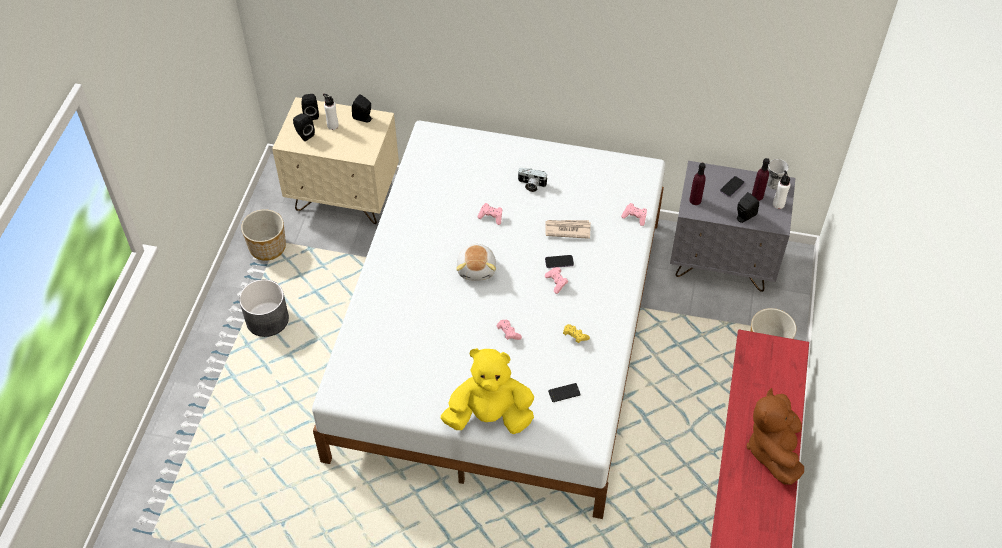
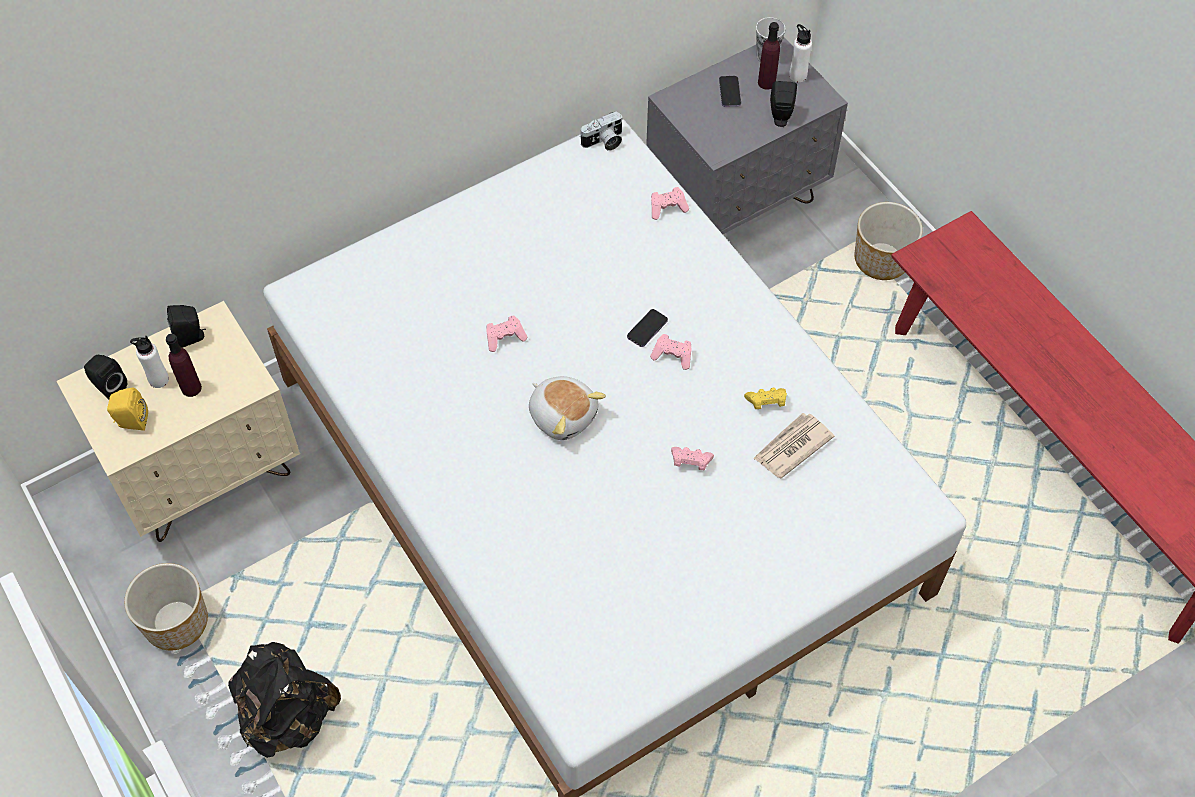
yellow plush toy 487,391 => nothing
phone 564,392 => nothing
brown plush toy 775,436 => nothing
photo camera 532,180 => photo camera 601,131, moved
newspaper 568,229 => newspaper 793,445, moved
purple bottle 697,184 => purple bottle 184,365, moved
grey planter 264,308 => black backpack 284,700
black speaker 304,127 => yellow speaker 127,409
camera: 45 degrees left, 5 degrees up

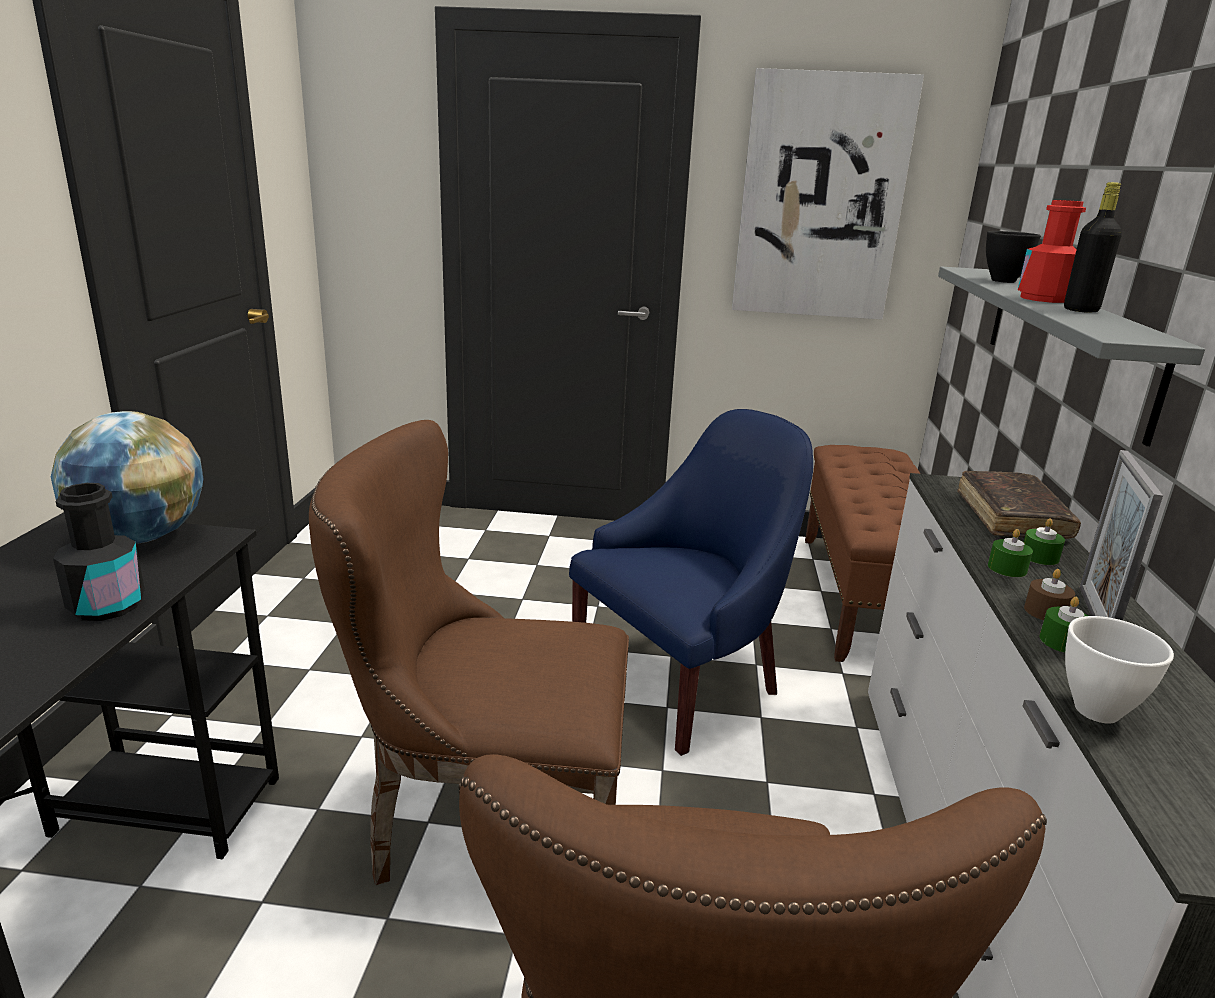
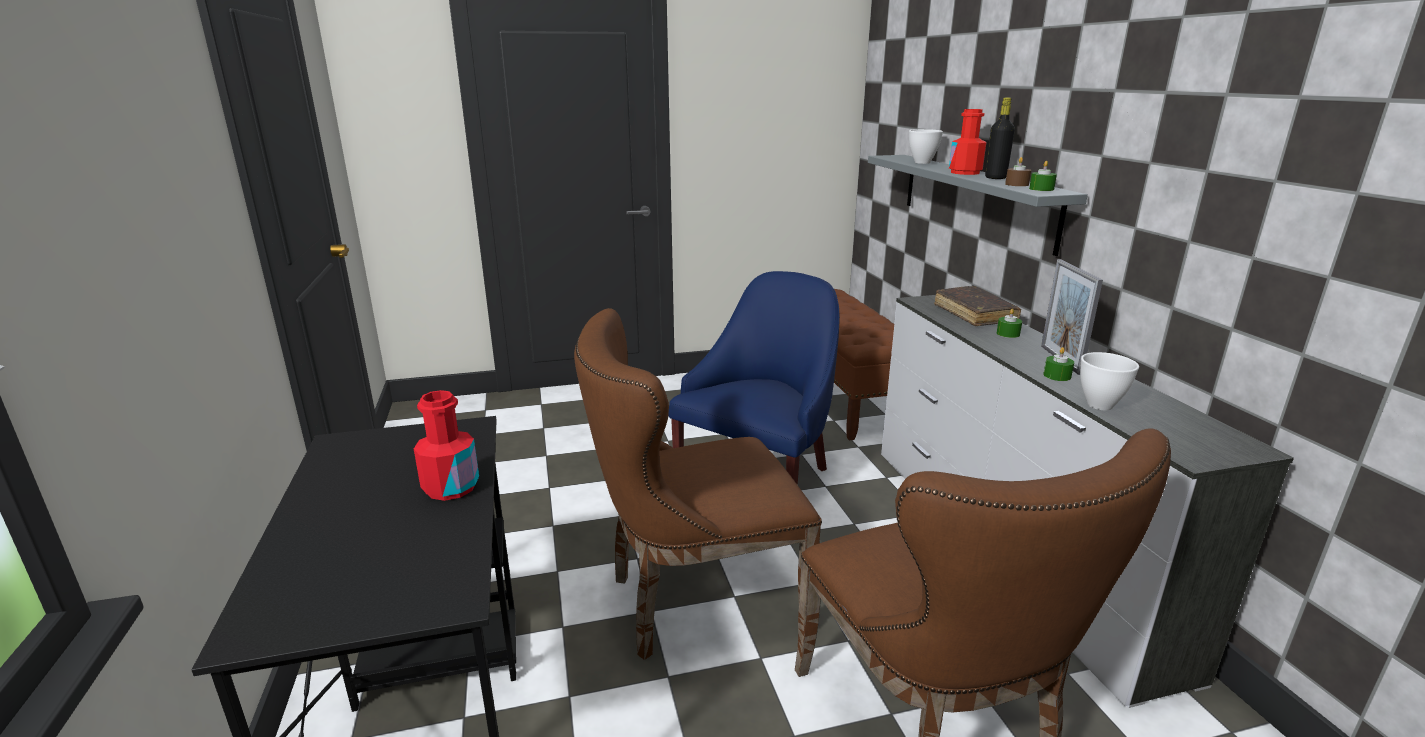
globe 127,477 => nothing
picture 828,194 => nothing
green candle 1010,553 => green candle 1043,176, moved
brown candle 1049,594 => brown candle 1018,171, moved
black bottle 99,552 => red bottle 446,445
black bowl 1013,257 => white bowl 926,146
camera: 20 degrees left, 0 degrees up

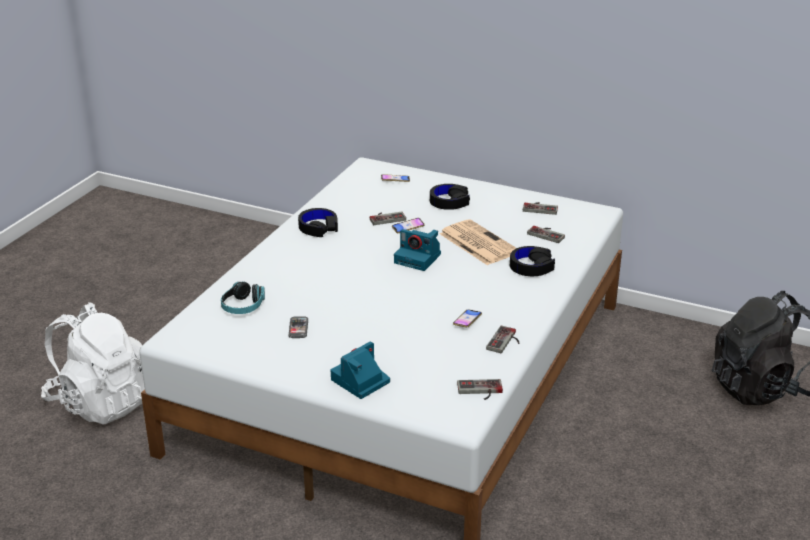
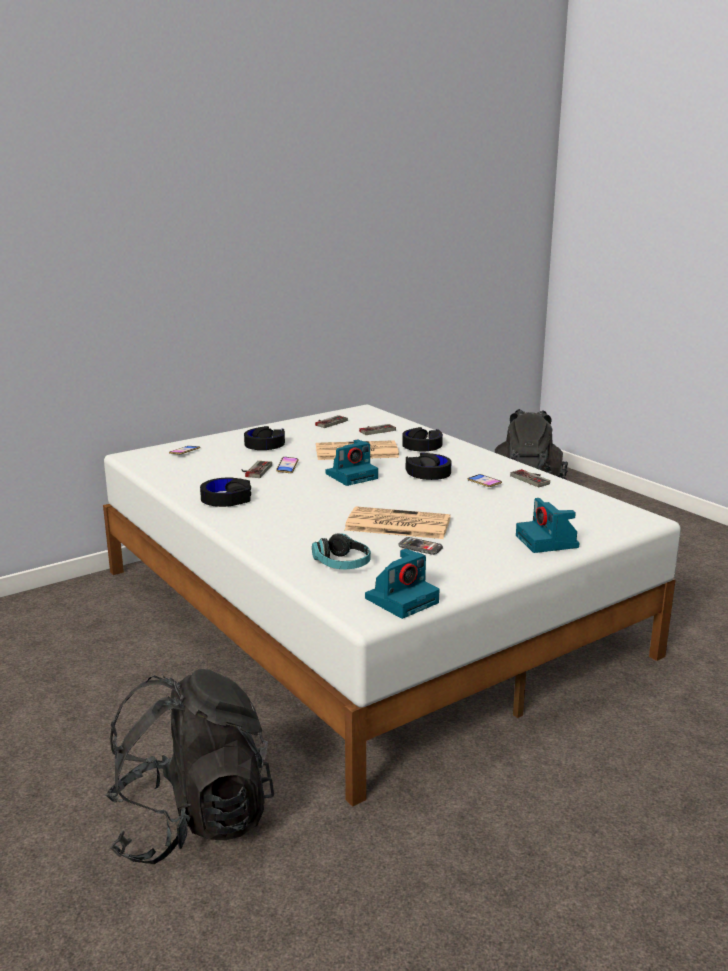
game controller 480,389 => nothing
nothing => newspaper 397,522
nothing => photo camera 402,583
nothing => black headphones 429,466
white backpack 93,363 => black backpack 189,766
camera: 60 degrees left, 10 degrees down

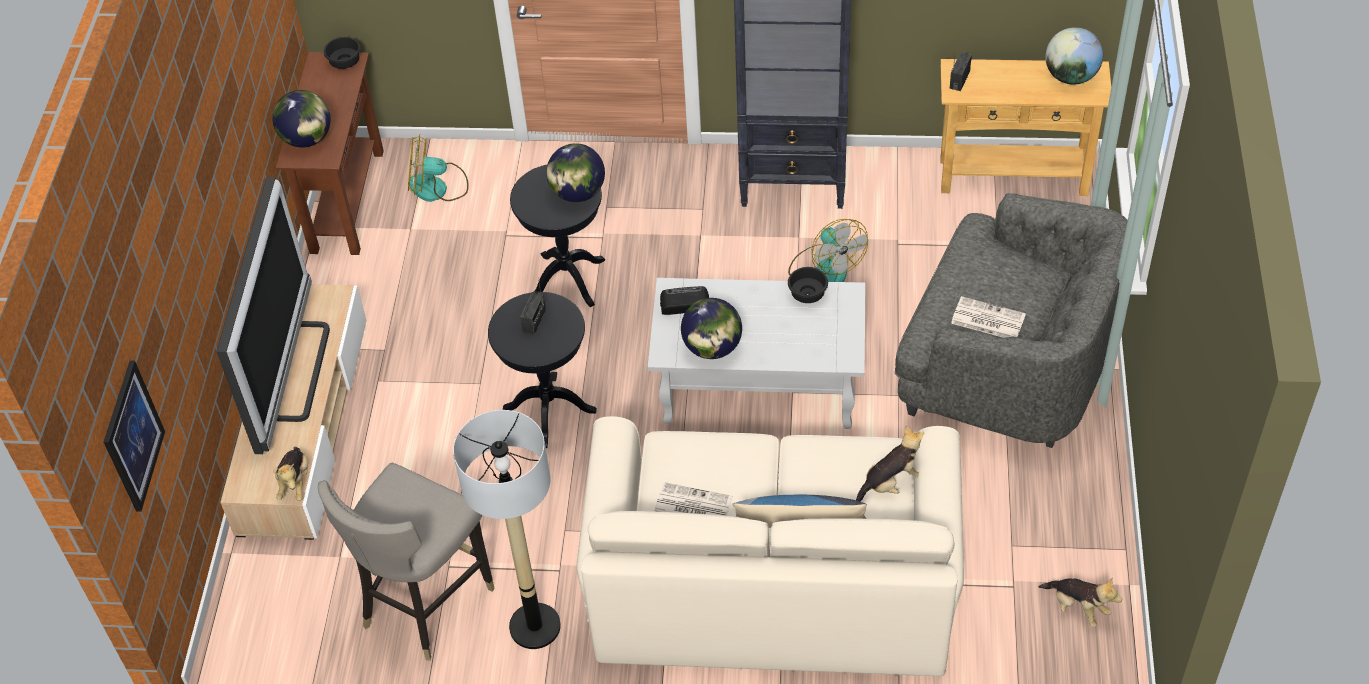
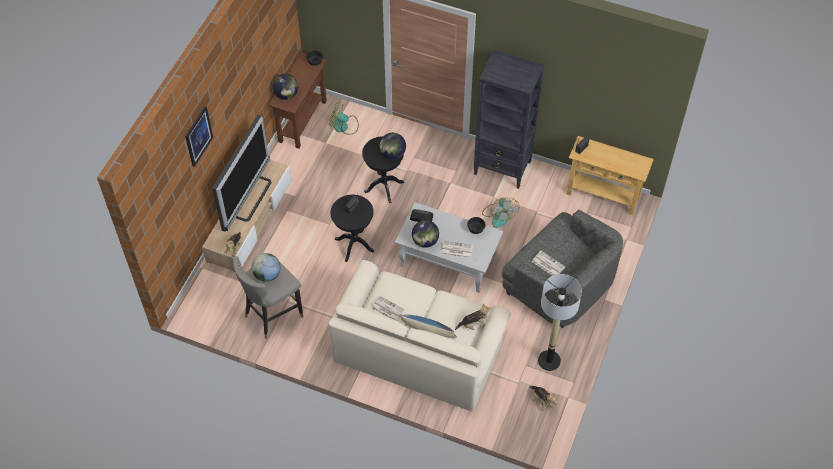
nothing => newspaper 457,250
picture 134,436 => picture 199,136, moved
floor lamp 507,529 => floor lamp 560,322, moved
globe 1074,56 => globe 266,267, moved
camera: 15 degrees right, 5 degrees up

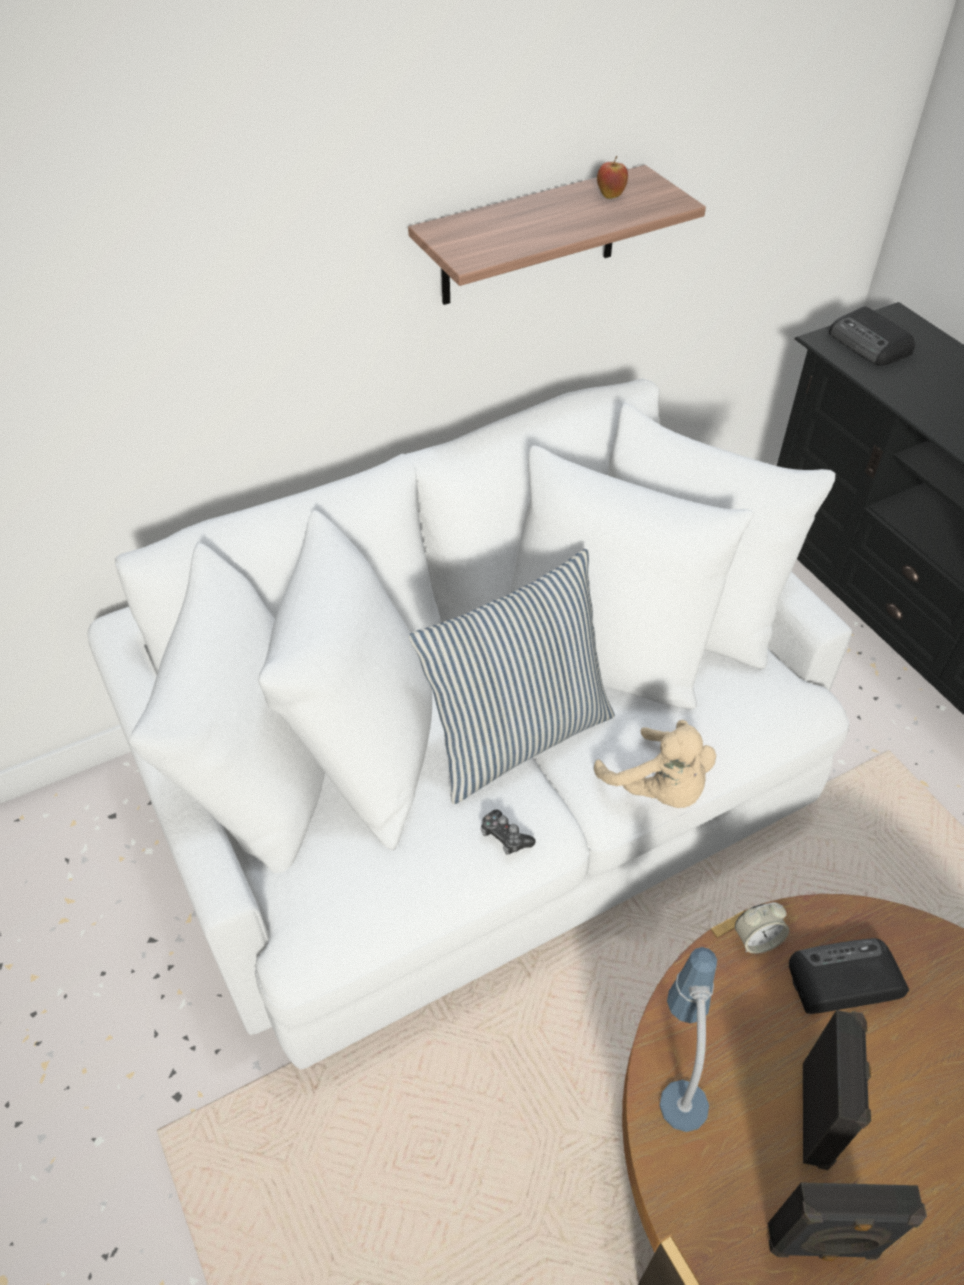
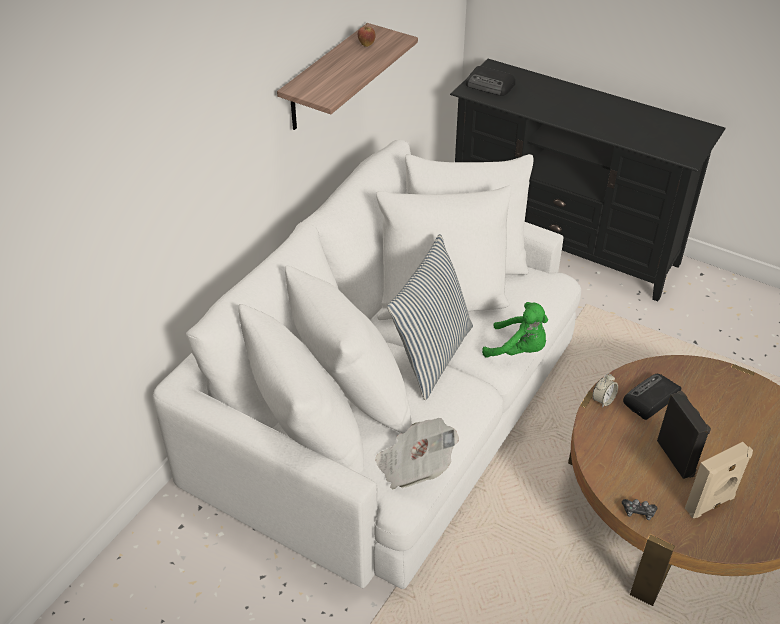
table lamp 688,1039 => nothing
nothing => newspaper 417,454
game controller 508,832 => game controller 639,509, moved
beige plush toy 655,764 => green plush toy 515,329
black speaker 847,1221 => beige speaker 719,480
camera: 30 degrees left, 5 degrees down

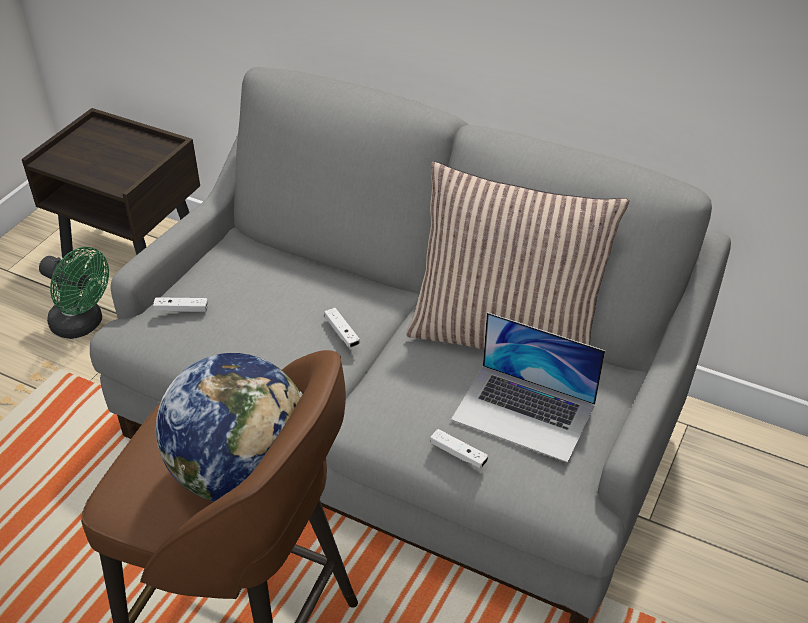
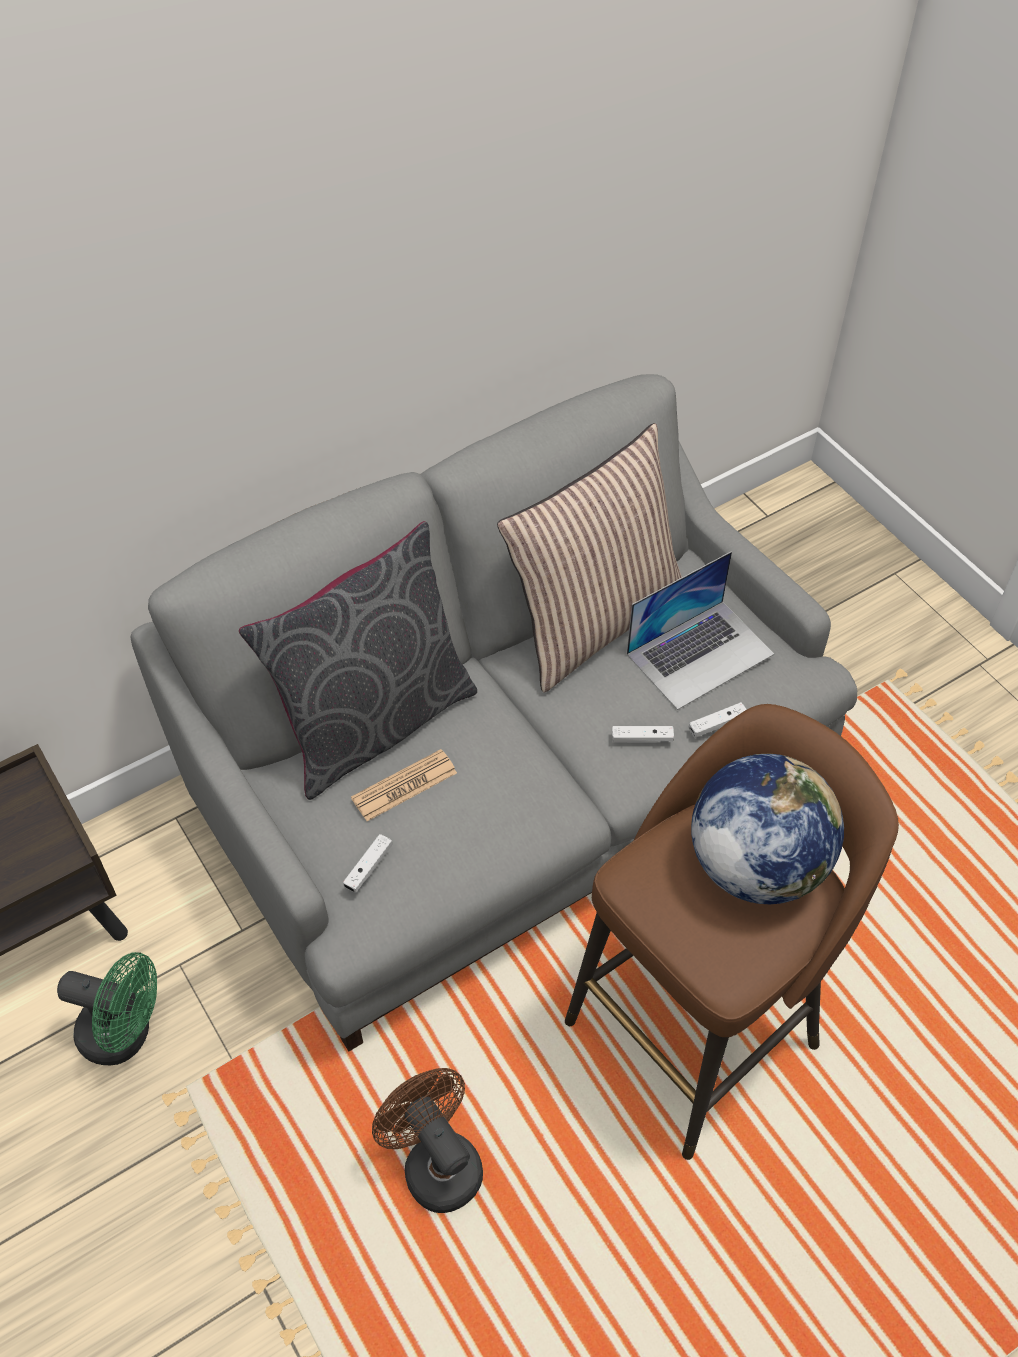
nothing => grey pillow 358,660
nothing => newspaper 404,785
nothing => brown fan 427,1140
white game controller 342,328 => white game controller 643,734, moved
green fan 74,293 => green fan 107,1008, 45 degrees clockwise
camera: 60 degrees left, 10 degrees up

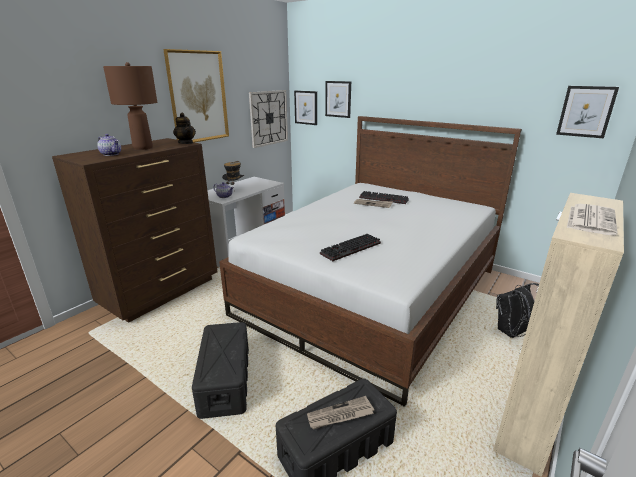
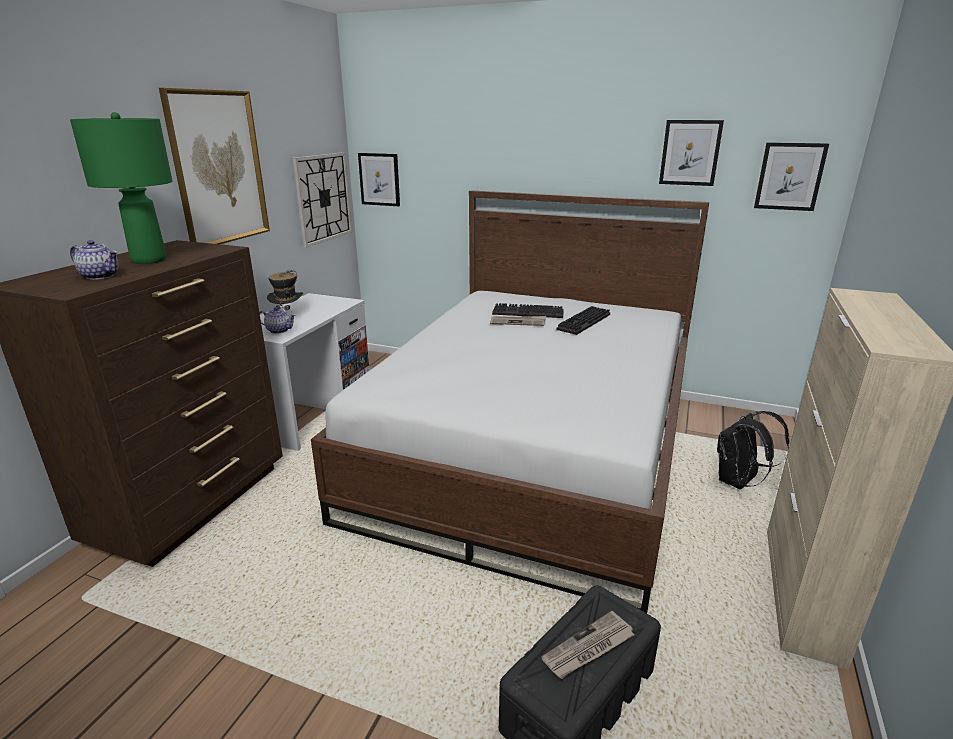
teapot 184,128 => nothing
black storage box 220,370 => nothing
newspaper 592,219 => nothing
keyboard 350,247 => keyboard 583,320, moved
picture 338,99 => picture 691,153, moved
brown table lamp 130,106 => green table lamp 121,188
camera: 15 degrees left, 0 degrees up

